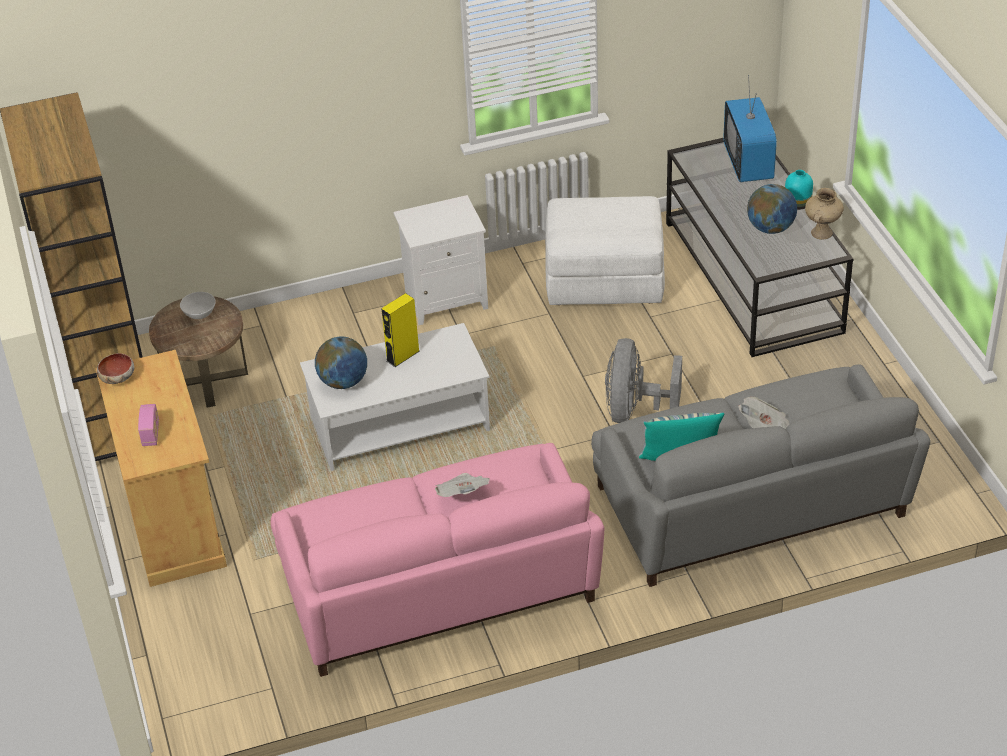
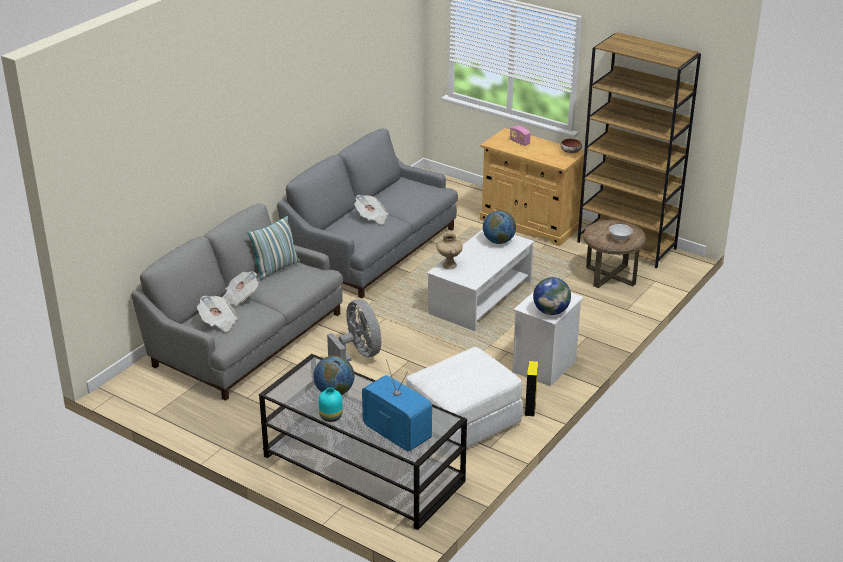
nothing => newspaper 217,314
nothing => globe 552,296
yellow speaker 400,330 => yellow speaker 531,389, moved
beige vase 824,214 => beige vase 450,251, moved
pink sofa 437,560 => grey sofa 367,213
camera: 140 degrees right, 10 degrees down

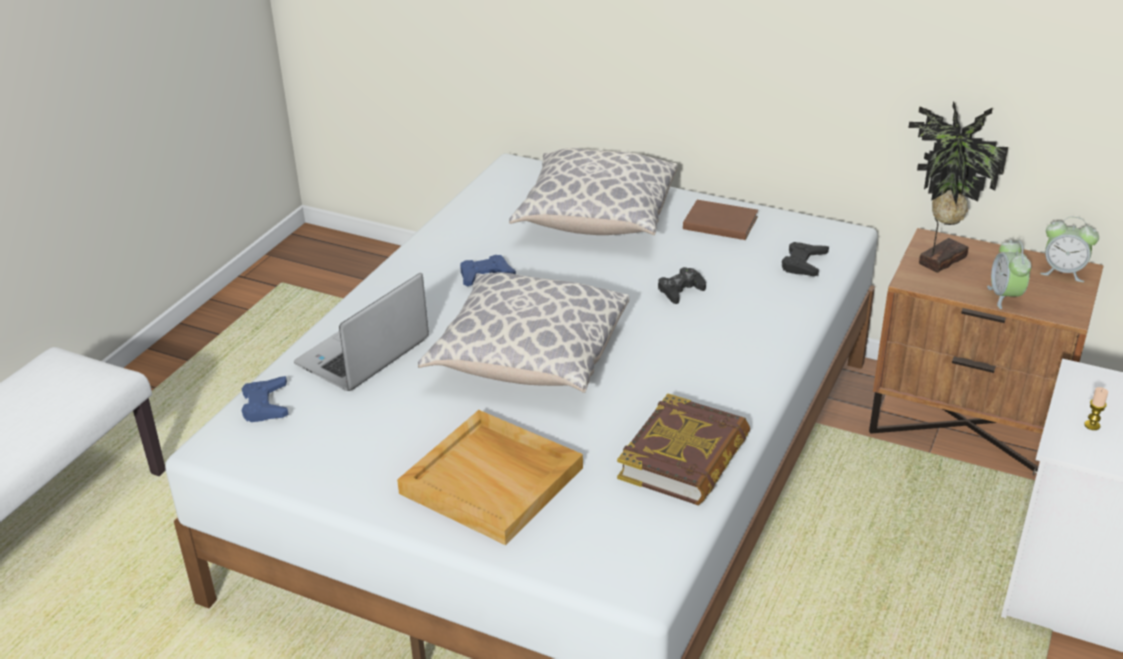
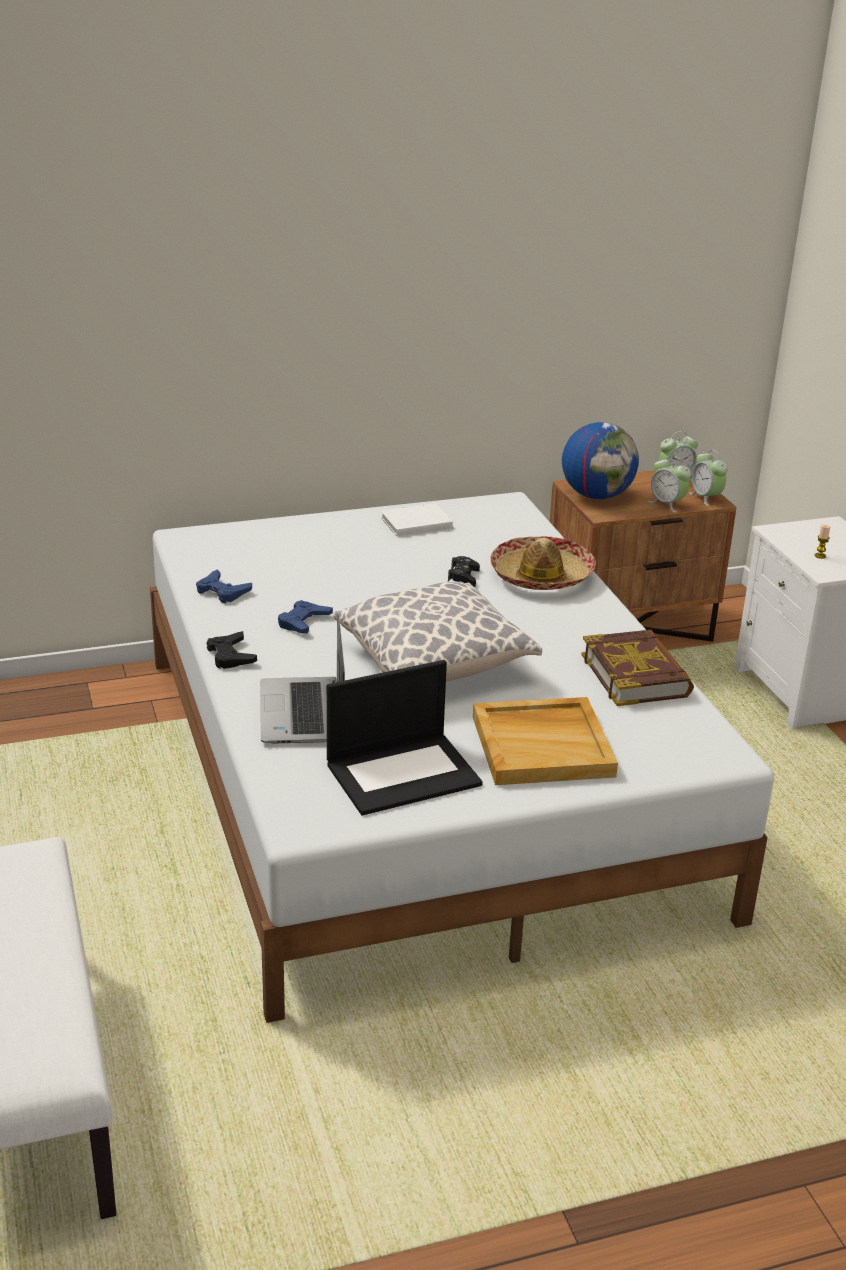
pillow 593,191 => nothing
nothing => laptop 405,738
nothing => hat 543,563
nothing => alarm clock 708,478
blue game controller 265,399 => blue game controller 224,586, moved
black game controller 805,259 => black game controller 232,650, moved
potted plant 958,187 => globe 600,460
brown book 720,220 => white book 417,519
camera: 45 degrees left, 5 degrees down

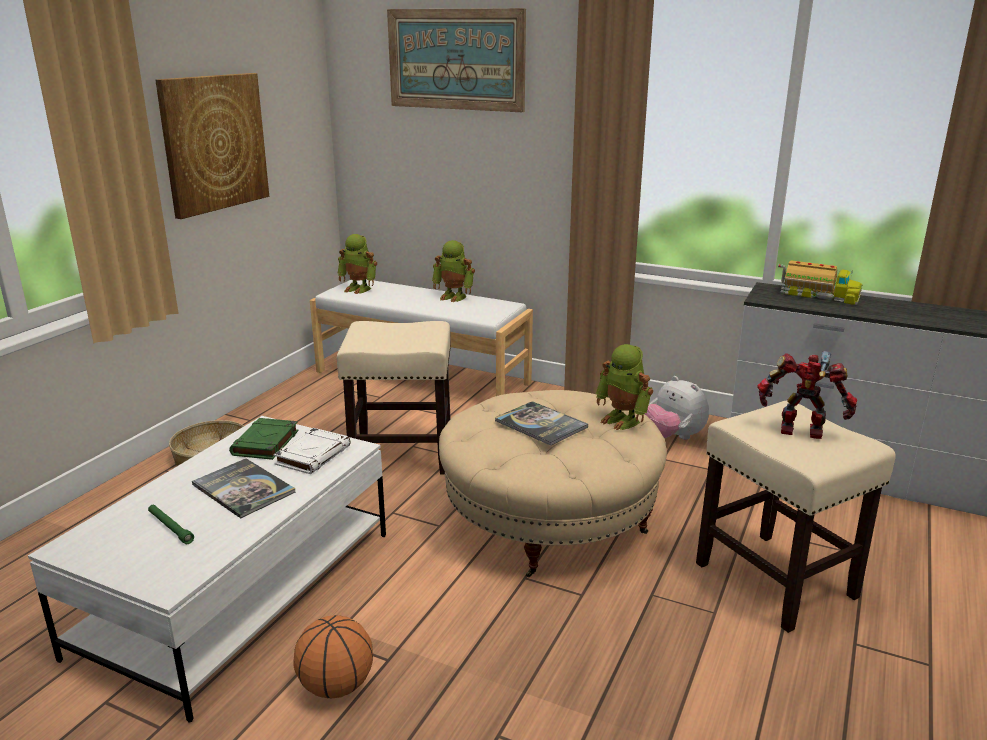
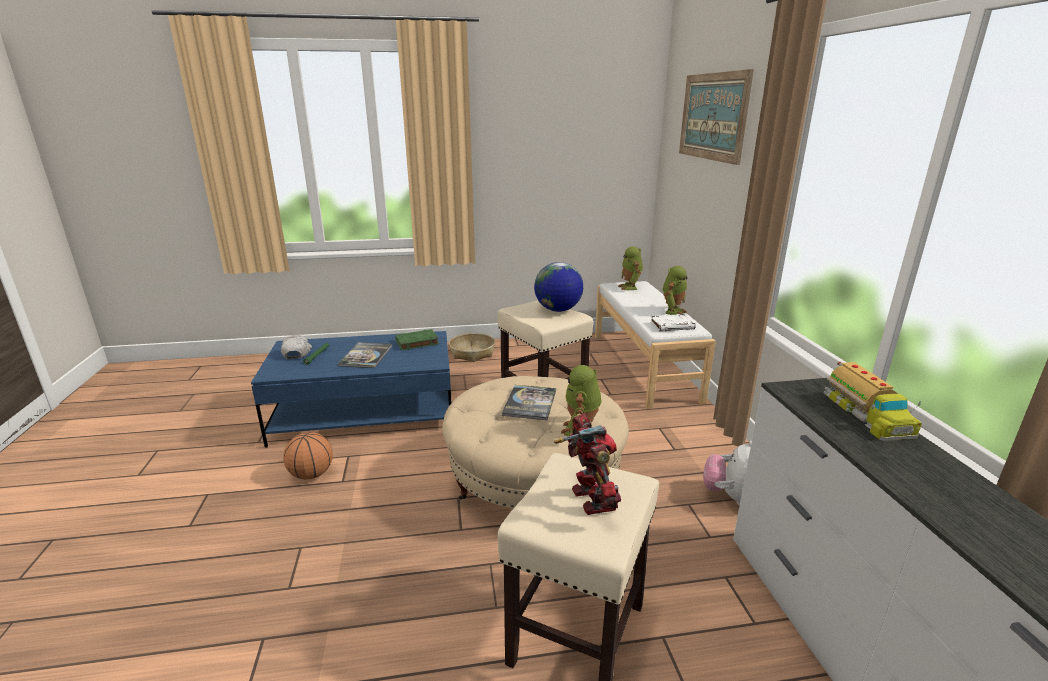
picture 212,146 => nothing
nothing => white cap 296,347
nothing => globe 558,287
white book 312,451 => white book 673,322, moved
white coffee table 207,569 => blue coffee table 351,389
toy robot 453,271 => toy robot 675,290, 135 degrees counterclockwise
camera: 55 degrees right, 0 degrees up

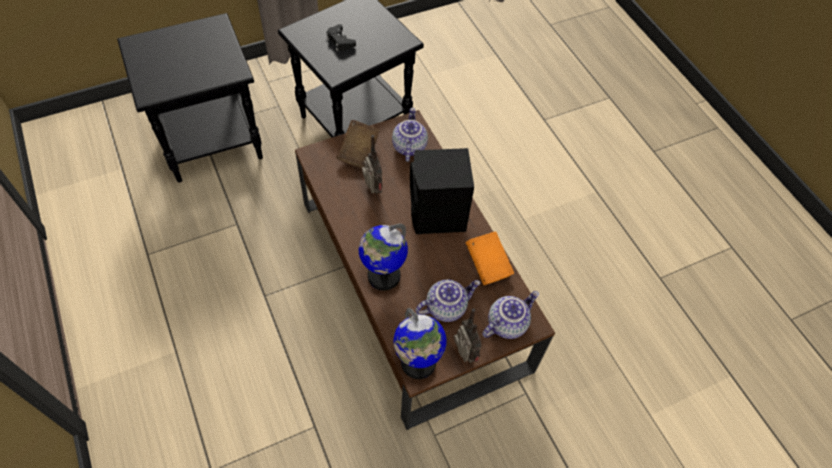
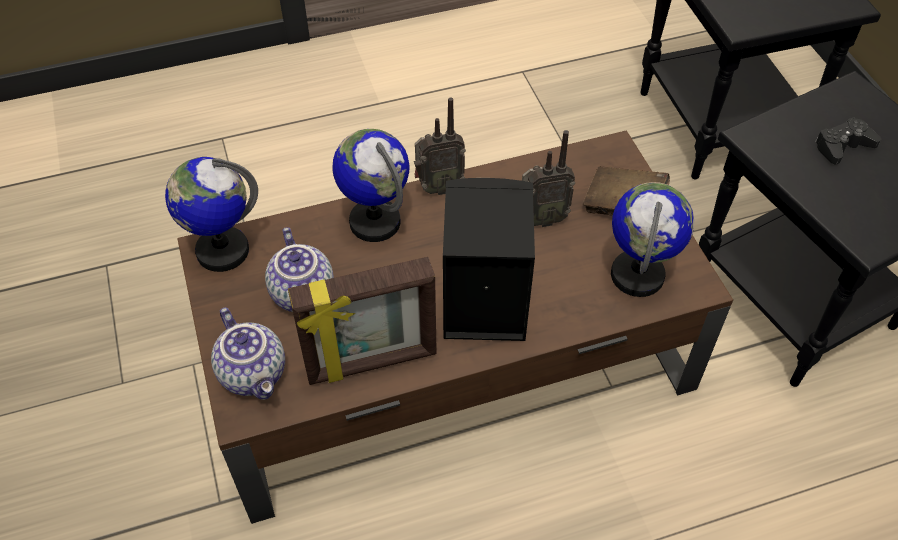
radio 468,335 => radio 440,146, moved
teapot 410,135 => globe 652,239
orange book 489,258 => picture frame 362,321
camera: 100 degrees right, 5 degrees down

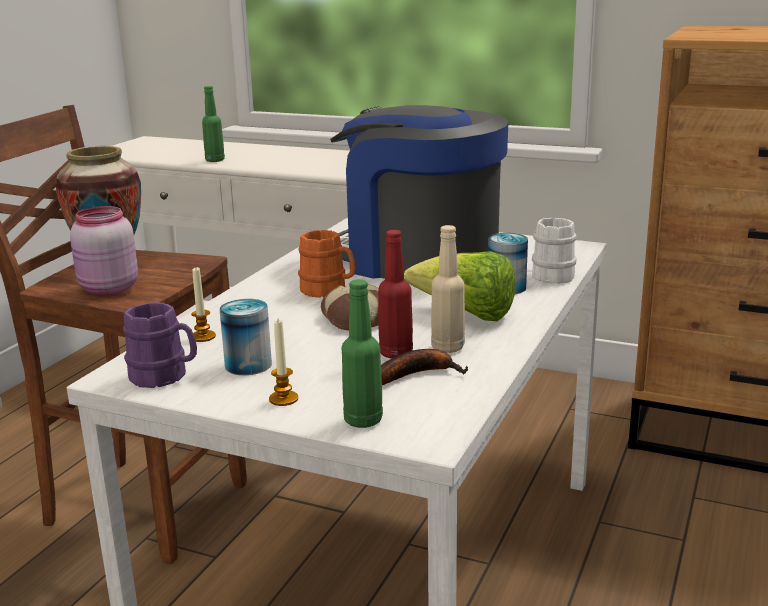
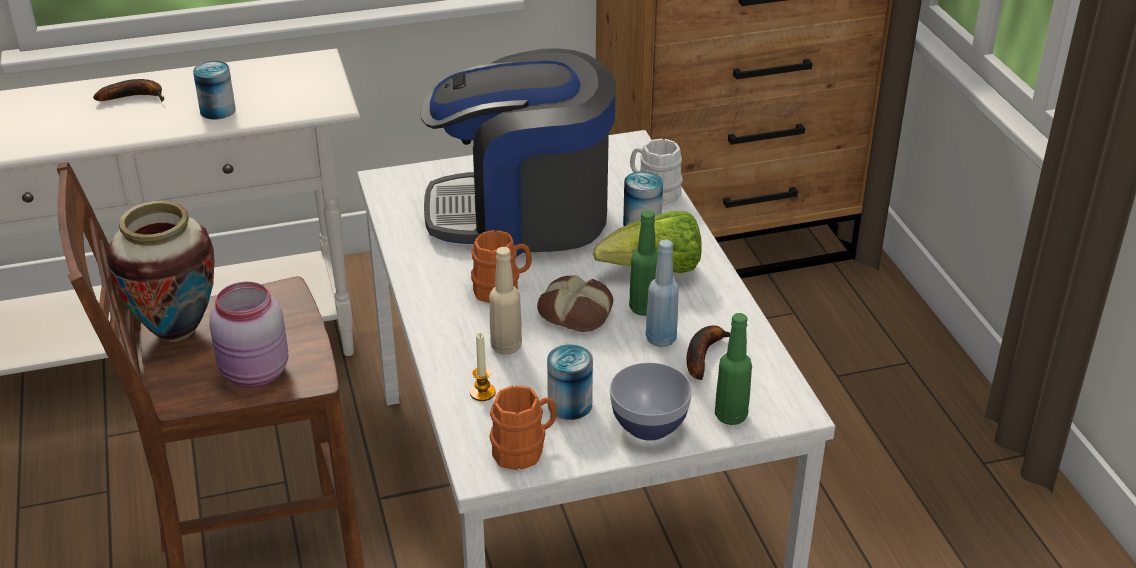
nothing => banana 128,90
nothing => can 214,90
green bottle 213,124 => green bottle 644,263, moved
beige bottle 448,289 => beige bottle 505,301, moved
candle 283,363 => bowl 651,401
purple mug 160,345 => orange mug 523,427
red bottle 395,294 => blue bottle 662,293
camera: 40 degrees left, 15 degrees up

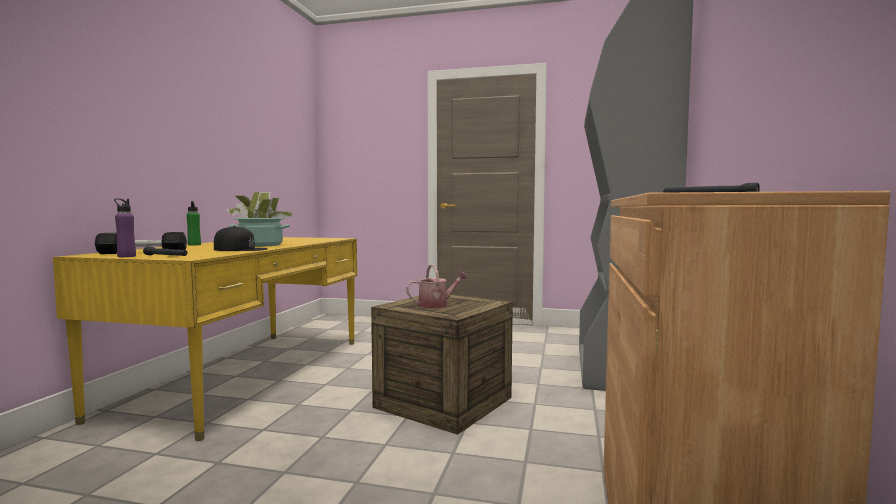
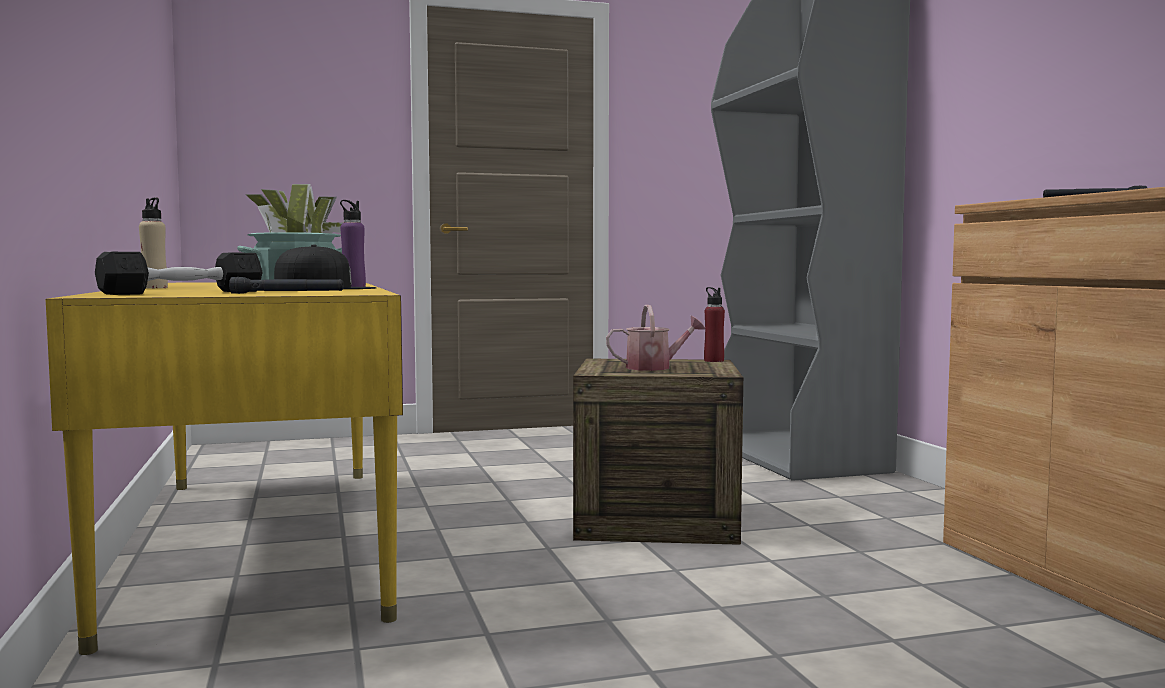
nothing => red bottle 714,324
purple bottle 125,227 => purple bottle 353,243, moved
green bottle 193,223 => beige bottle 153,242
watering can 437,286 => watering can 655,338, 45 degrees clockwise
camera: 30 degrees left, 0 degrees up

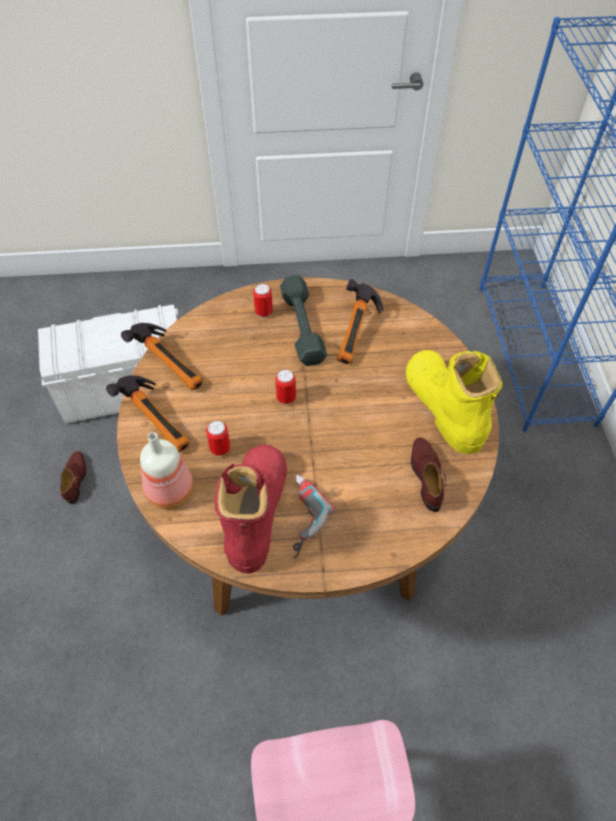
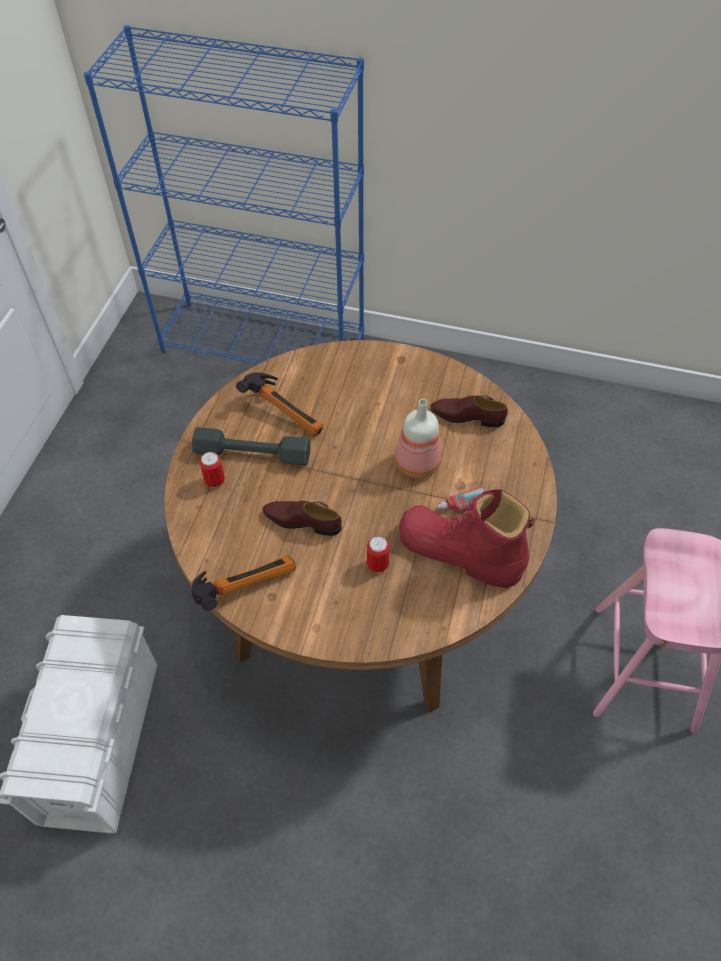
hammer 148,413 => nothing
can 285,387 => nothing
yellow boot 454,402 => nothing
brown shoe 73,477 => brown shoe 302,518, moved
bottle 166,470 => bottle 418,438, moved
camera: 70 degrees left, 0 degrees up

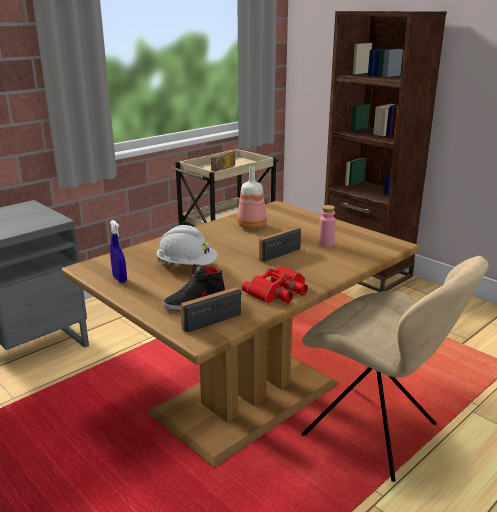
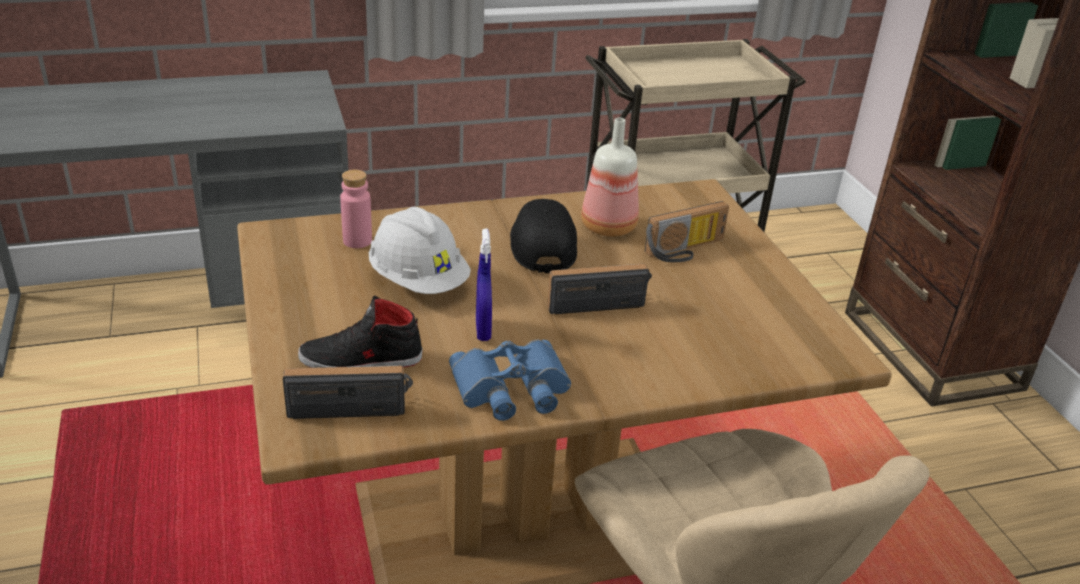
nothing => black cap 543,236
blue spray bottle 118,251 => blue spray bottle 484,285, moved
radio 223,161 => radio 687,231, moved
pink bottle 327,226 => pink bottle 356,209, moved
red binoculars 275,284 => blue binoculars 510,380
camera: 25 degrees right, 10 degrees up

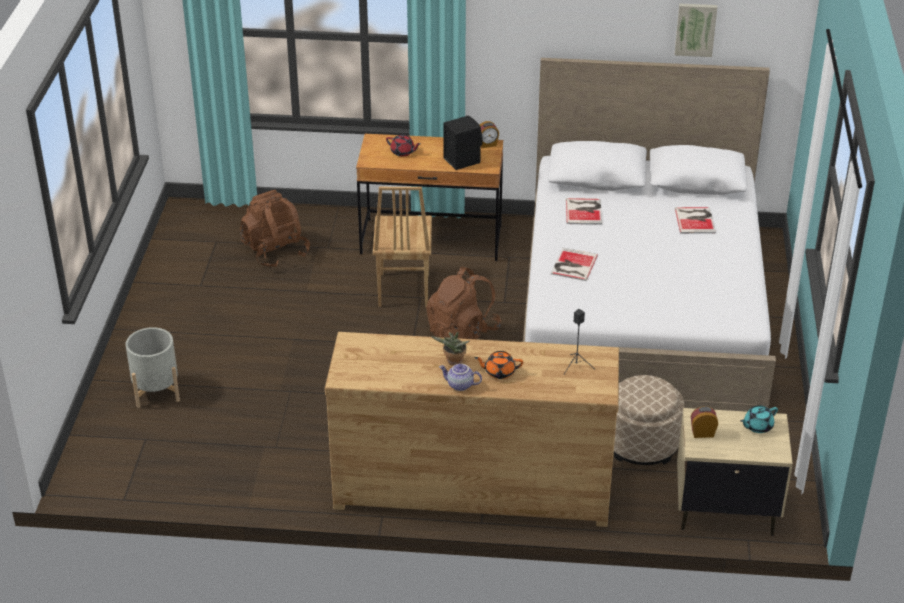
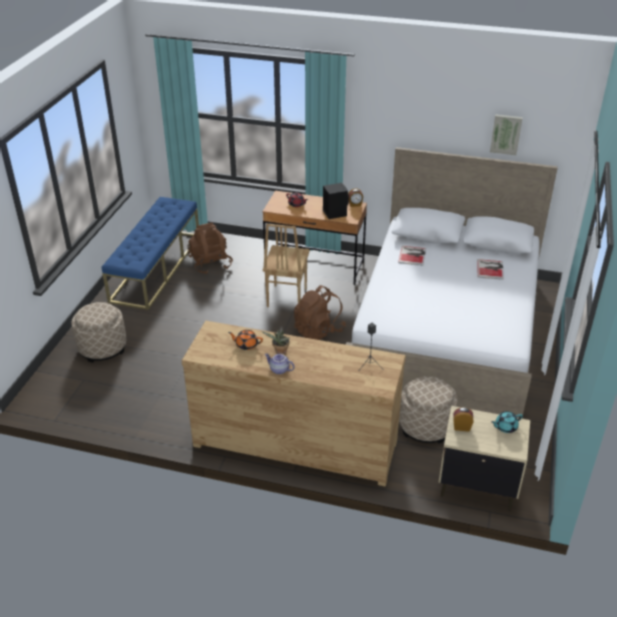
book 574,264 => nothing
nothing => blue bench 150,253
orange teapot 498,365 => orange teapot 245,340, moved
grey planter 153,367 => beige ottoman 98,332
camera: 10 degrees right, 0 degrees up

